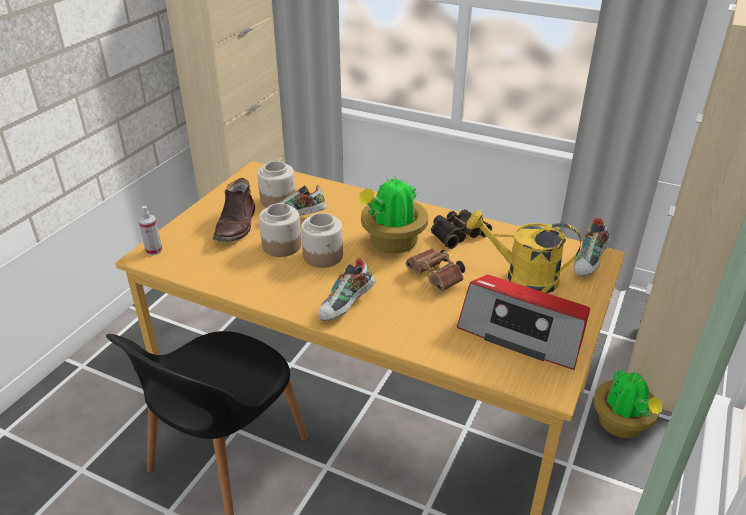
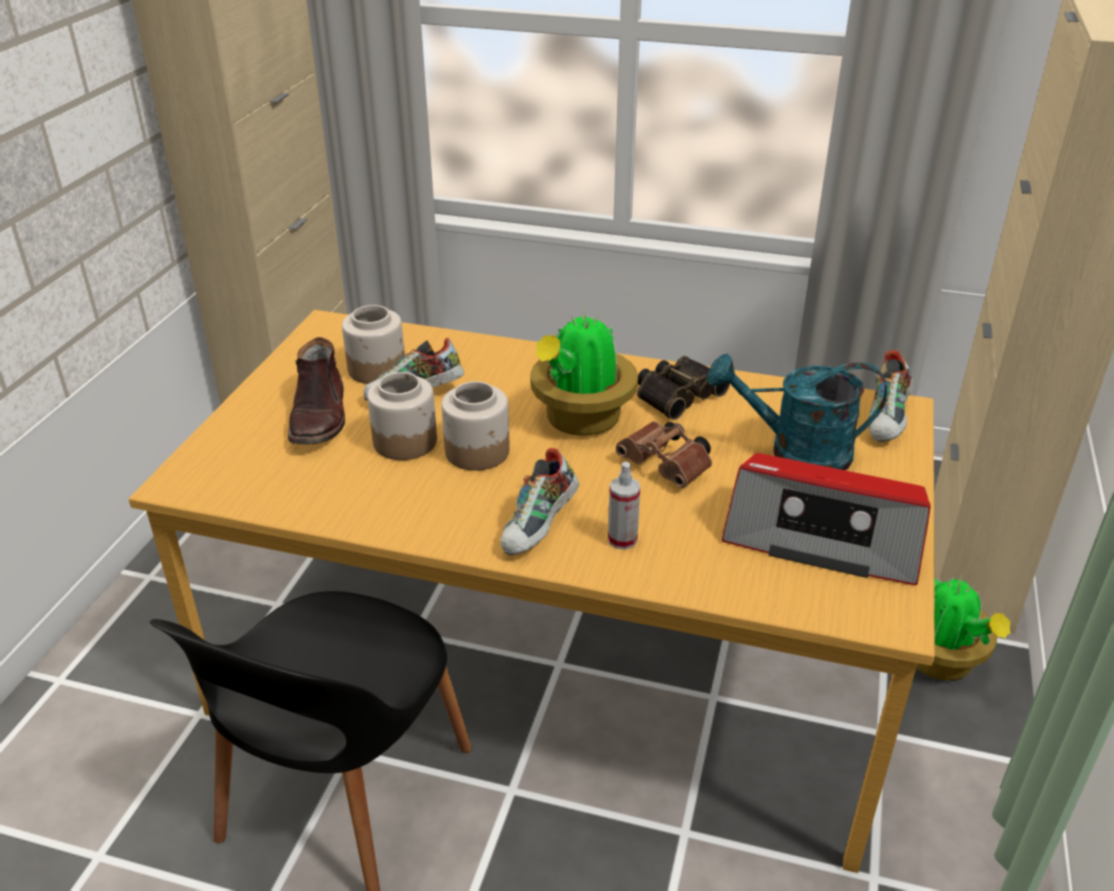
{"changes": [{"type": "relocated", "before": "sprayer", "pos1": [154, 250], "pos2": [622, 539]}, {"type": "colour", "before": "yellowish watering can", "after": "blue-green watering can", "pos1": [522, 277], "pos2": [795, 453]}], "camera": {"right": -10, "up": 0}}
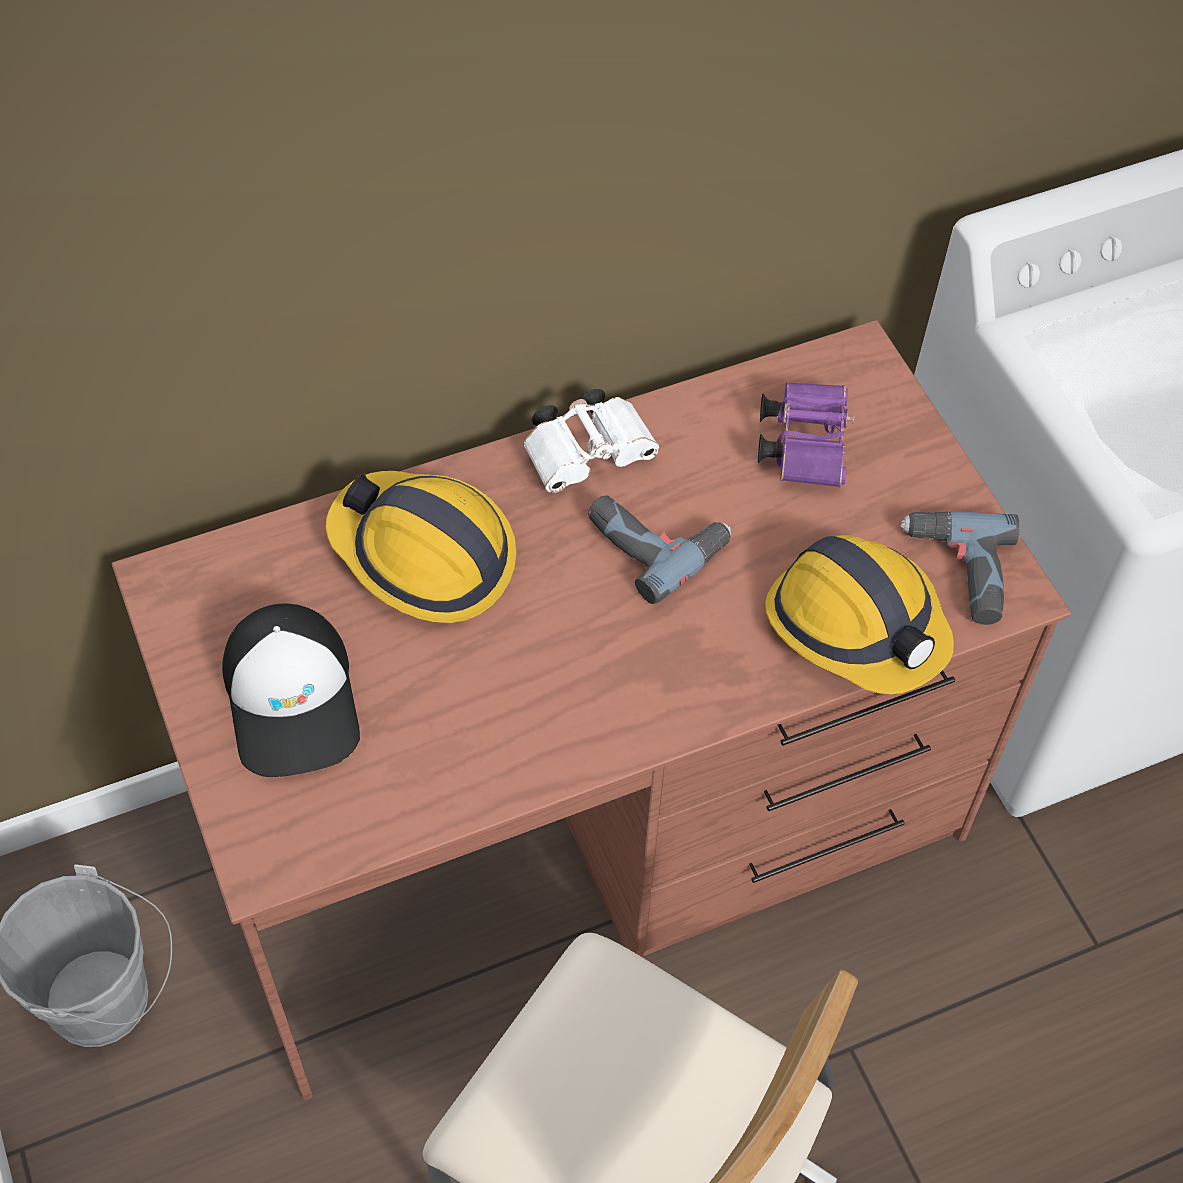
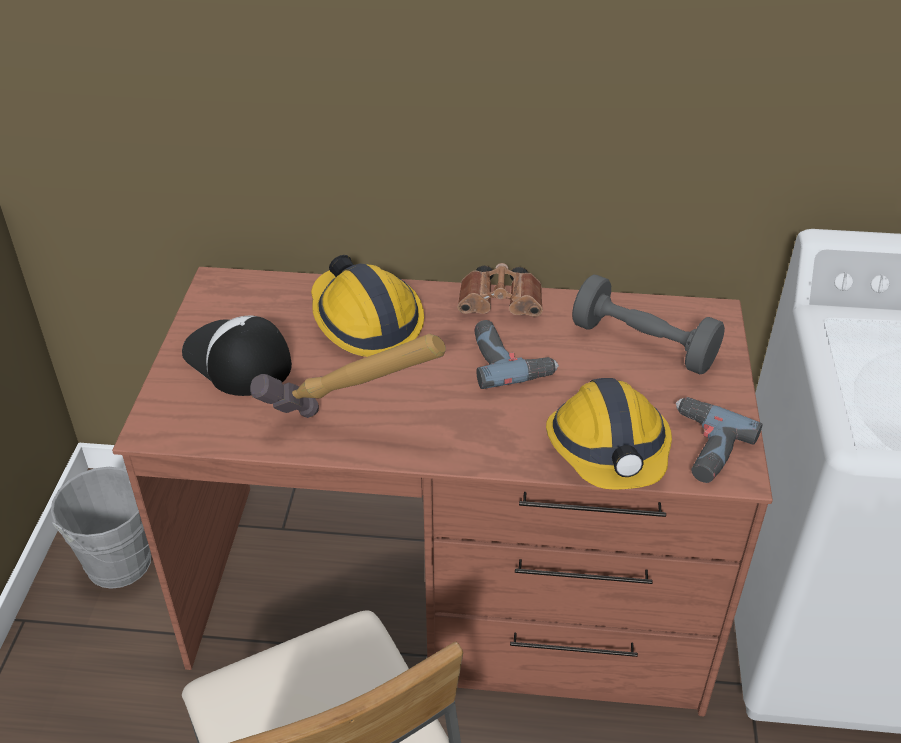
{"changes": [{"type": "appeared", "after": "hand hammer", "pos2": [350, 436]}, {"type": "exchanged", "before": "purple-coloured pair of binoculars", "after": "grey hand weight", "pos1": [804, 443], "pos2": [643, 344]}, {"type": "colour", "before": "white-coloured pair of binoculars", "after": "brownish pair of binoculars", "pos1": [591, 454], "pos2": [502, 306]}, {"type": "spun", "before": "peaked cap", "pos1": [293, 699], "pos2": [237, 359], "turn": 120}], "camera": {"right": 30, "up": -15}}
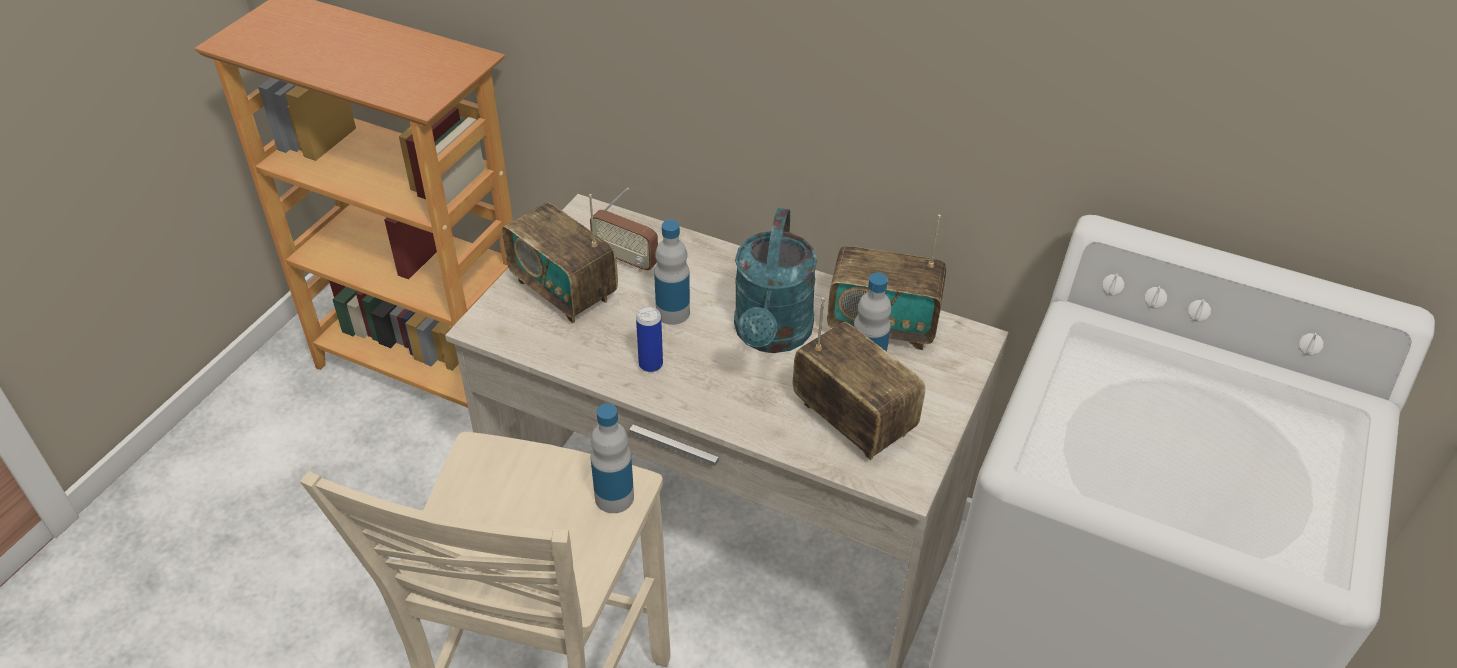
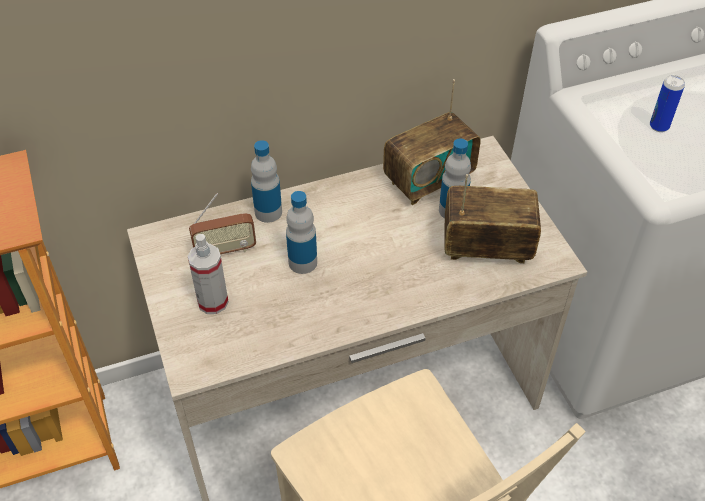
{"changes": [{"type": "missing", "before": "blue-green watering can", "pos1": [771, 336]}, {"type": "relocated", "before": "beverage bottle", "pos1": [614, 497], "pos2": [268, 212]}, {"type": "relocated", "before": "metal can", "pos1": [650, 365], "pos2": [659, 126]}, {"type": "exchanged", "before": "radio receiver", "after": "sprayer", "pos1": [564, 290], "pos2": [213, 302]}], "camera": {"right": -45, "up": 5}}
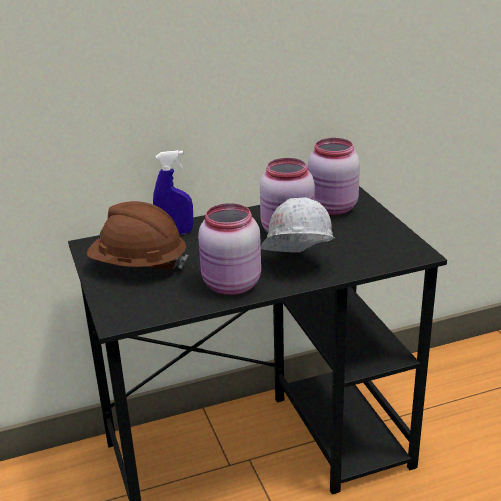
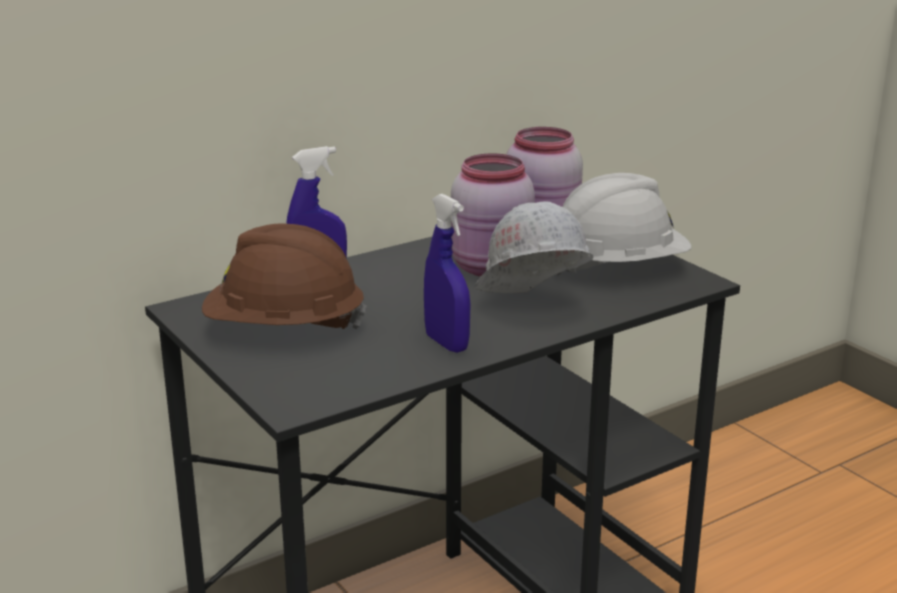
{"changes": [{"type": "appeared", "after": "white-coloured work helmet", "pos2": [617, 268]}, {"type": "exchanged", "before": "pink-coloured jar", "after": "bluish sprayer", "pos1": [231, 285], "pos2": [446, 343]}], "camera": {"right": -15, "up": -5}}
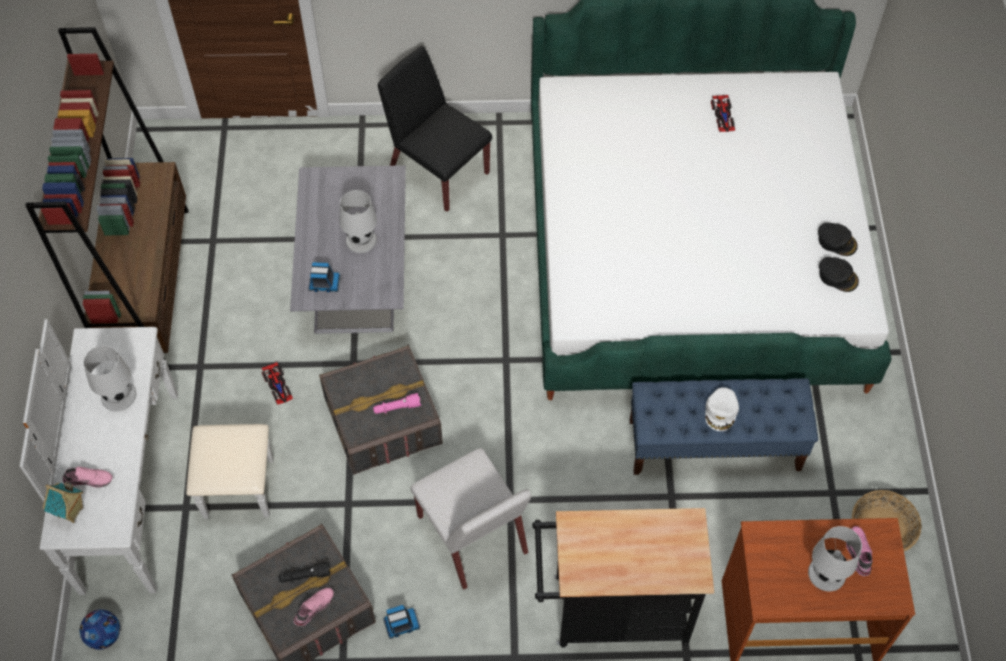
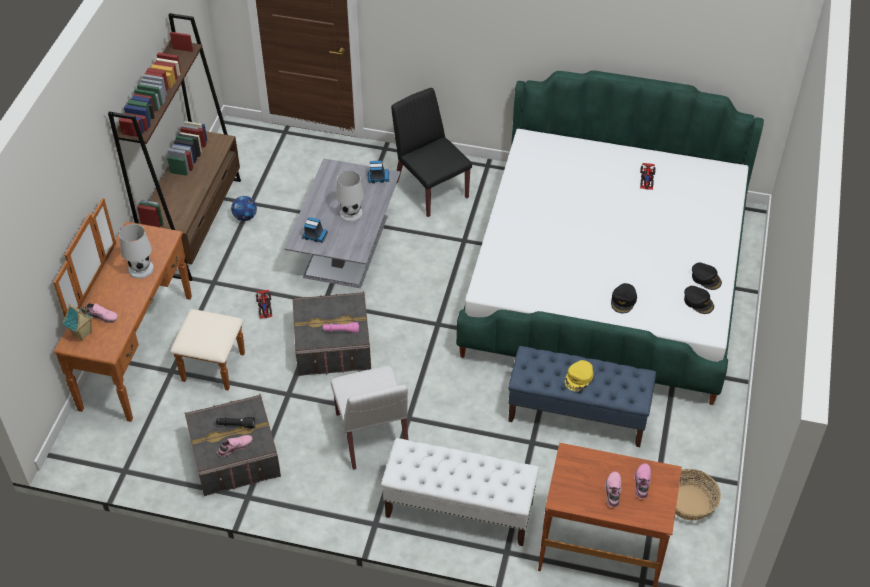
{"changes": [{"type": "appeared", "after": "black-coloured peaked cap", "pos2": [623, 300]}, {"type": "relocated", "before": "ball for football", "pos1": [104, 636], "pos2": [245, 217]}, {"type": "relocated", "before": "toy truck", "pos1": [401, 624], "pos2": [378, 178]}, {"type": "exchanged", "before": "black-coloured trolley", "after": "white-coloured long seat", "pos1": [611, 611], "pos2": [458, 509]}, {"type": "exchanged", "before": "white-coloured lamp for a table", "after": "pink-coloured low shoe", "pos1": [826, 573], "pos2": [612, 491]}, {"type": "colour", "before": "white-coloured drawer chest", "after": "brownish drawer chest", "pos1": [156, 488], "pos2": [155, 354]}, {"type": "colour", "before": "white-coloured peaked cap", "after": "yellowish peaked cap", "pos1": [721, 411], "pos2": [579, 378]}], "camera": {"right": 15, "up": -10}}
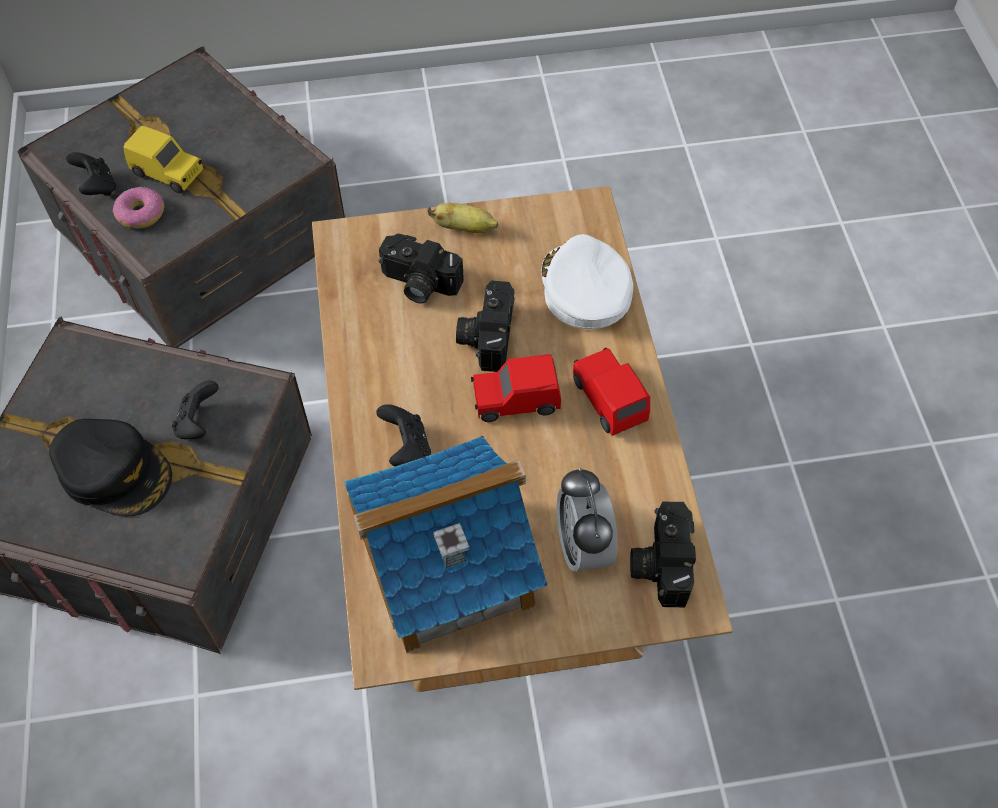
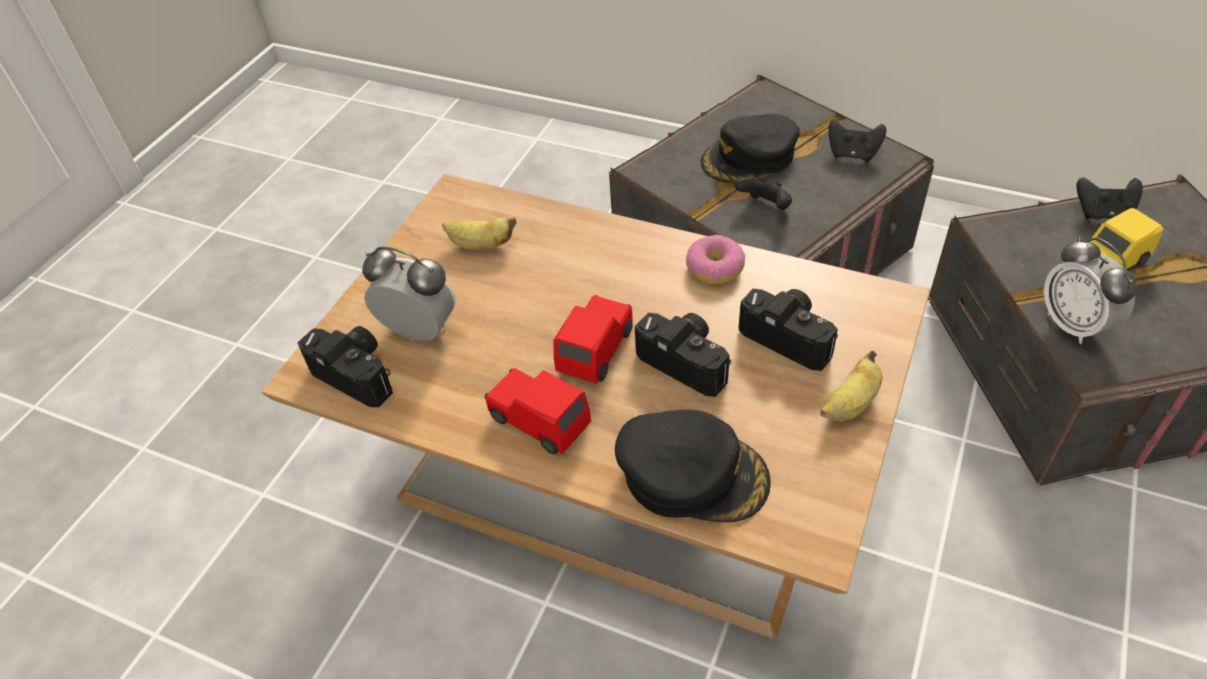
{"changes": [{"type": "appeared", "after": "bedside clock", "pos2": [1074, 325]}, {"type": "relocated", "before": "donut", "pos1": [141, 214], "pos2": [714, 267]}, {"type": "relocated", "before": "black-coloured joypad", "pos1": [406, 448], "pos2": [852, 154]}, {"type": "exchanged", "before": "model house", "after": "whole banana", "pos1": [446, 569], "pos2": [481, 245]}, {"type": "colour", "before": "white-coloured peaked cap", "after": "black-coloured peaked cap", "pos1": [584, 288], "pos2": [692, 473]}, {"type": "spun", "before": "photo camera", "pos1": [418, 284], "pos2": [791, 336], "turn": 75}, {"type": "spun", "before": "red toy car", "pos1": [608, 400], "pos2": [539, 421], "turn": -150}], "camera": {"right": 125, "up": -10}}
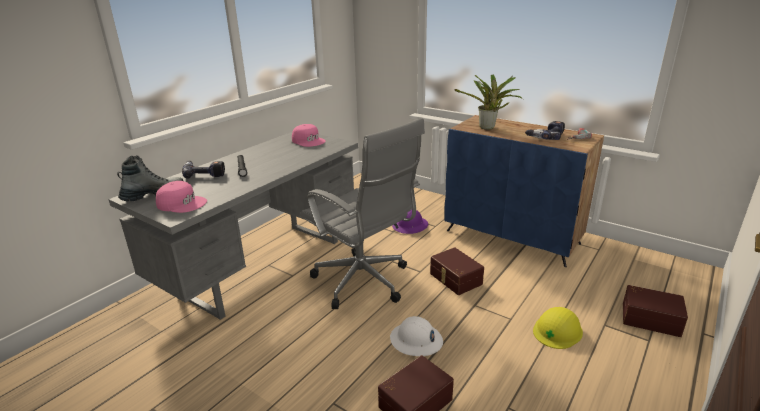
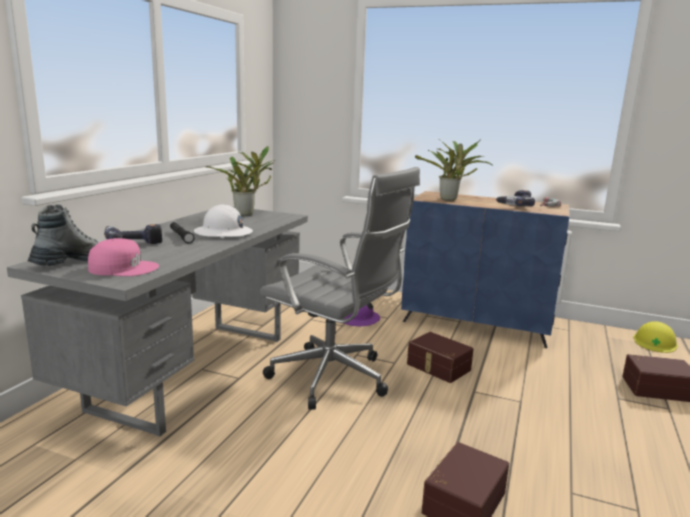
{"changes": [{"type": "relocated", "before": "white-coloured work helmet", "pos1": [416, 340], "pos2": [223, 233]}, {"type": "relocated", "before": "yellowish work helmet", "pos1": [557, 330], "pos2": [655, 342]}, {"type": "exchanged", "before": "pink-coloured peaked cap", "after": "potted plant", "pos1": [309, 141], "pos2": [247, 214]}], "camera": {"right": -15, "up": -10}}
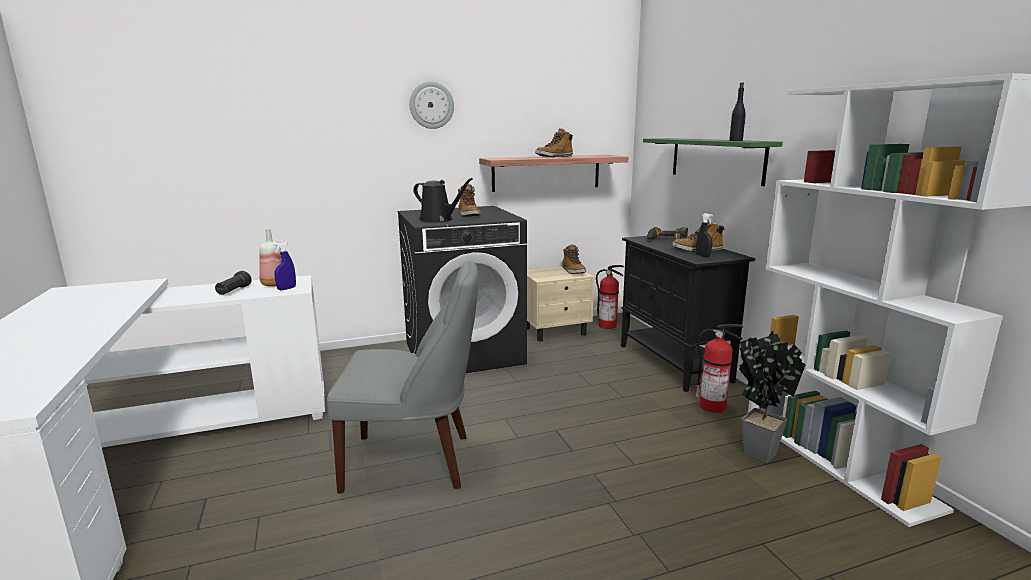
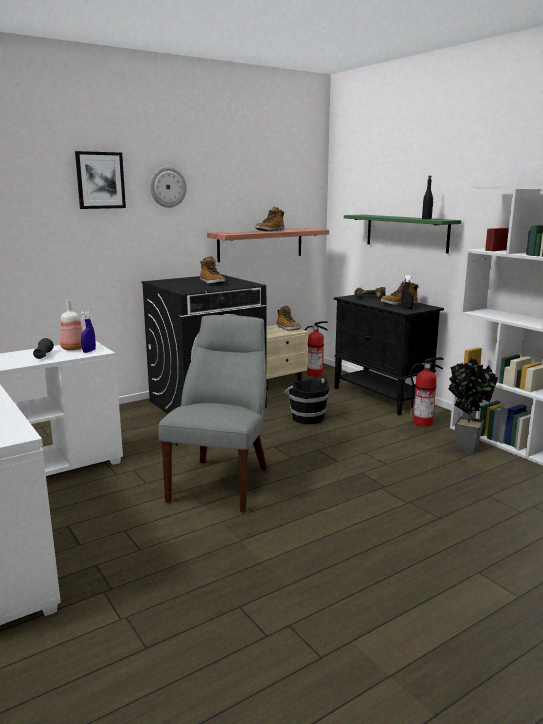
{"changes": [{"type": "missing", "before": "black-coloured watering can", "pos1": [438, 220]}, {"type": "appeared", "after": "picture", "pos2": [100, 180]}, {"type": "appeared", "after": "black-coloured bucket", "pos2": [306, 418]}, {"type": "spun", "before": "grey upright chair", "pos1": [414, 462], "pos2": [222, 482], "turn": -60}], "camera": {"right": -15, "up": 0}}
